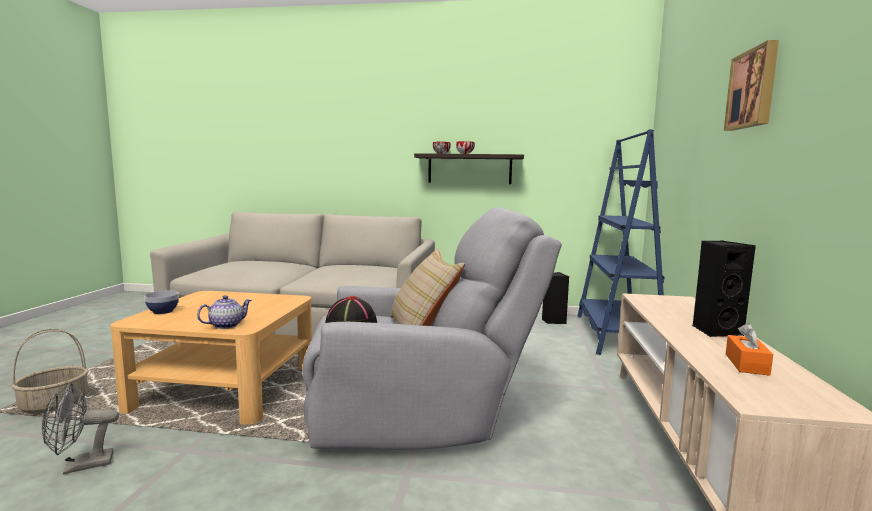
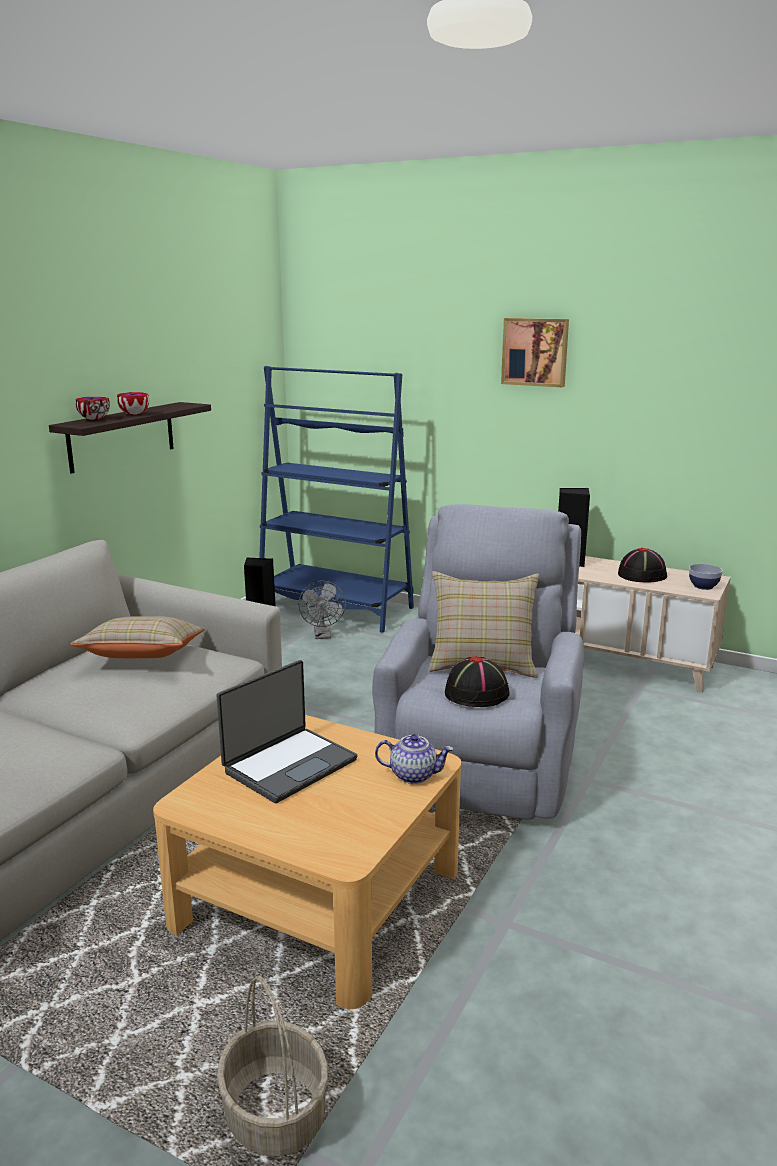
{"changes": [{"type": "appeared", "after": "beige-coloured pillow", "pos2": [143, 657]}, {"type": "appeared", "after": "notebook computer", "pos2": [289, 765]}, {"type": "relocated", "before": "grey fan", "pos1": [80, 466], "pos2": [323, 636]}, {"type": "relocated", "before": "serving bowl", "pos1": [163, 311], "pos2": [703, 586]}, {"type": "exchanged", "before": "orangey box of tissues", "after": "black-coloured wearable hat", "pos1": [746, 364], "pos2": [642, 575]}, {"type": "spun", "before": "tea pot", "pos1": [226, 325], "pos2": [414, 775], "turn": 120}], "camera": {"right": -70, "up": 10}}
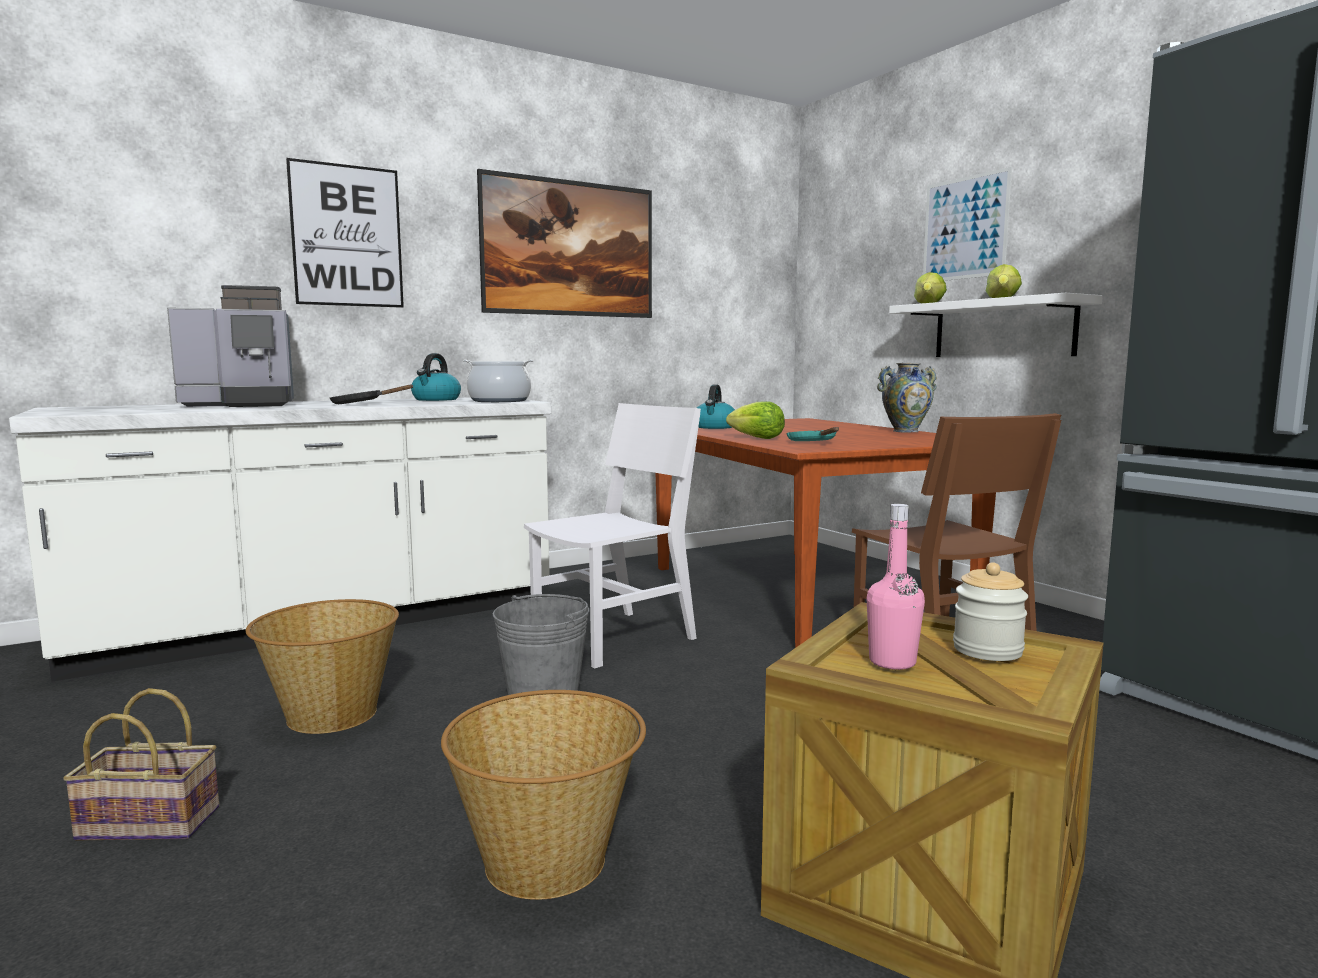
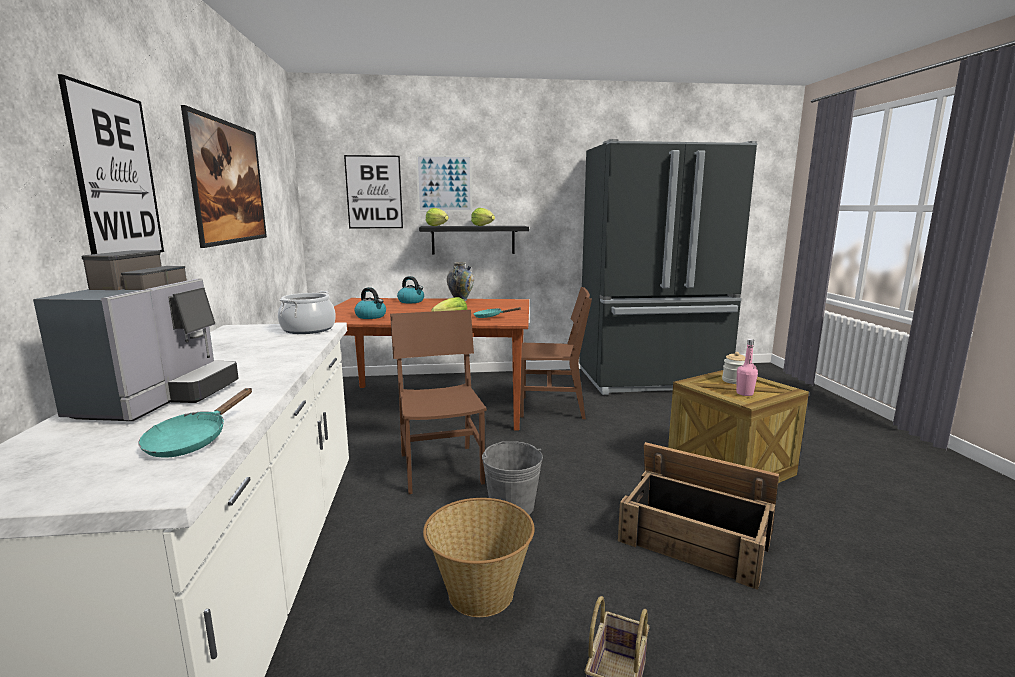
{"changes": [{"type": "missing", "before": "black-coloured frying pan", "pos1": [361, 404]}, {"type": "appeared", "after": "blue-green frying pan", "pos2": [193, 441]}, {"type": "appeared", "after": "picture", "pos2": [374, 192]}, {"type": "relocated", "before": "kettle", "pos1": [436, 399], "pos2": [411, 301]}, {"type": "exchanged", "before": "storage basket", "after": "shipping crate", "pos1": [548, 861], "pos2": [696, 536]}, {"type": "colour", "before": "white-coloured upright chair", "after": "brownish upright chair", "pos1": [614, 638], "pos2": [441, 468]}, {"type": "colour", "before": "white-coloured shelf", "after": "black-coloured shelf", "pos1": [1002, 329], "pos2": [473, 240]}], "camera": {"right": -65, "up": 5}}
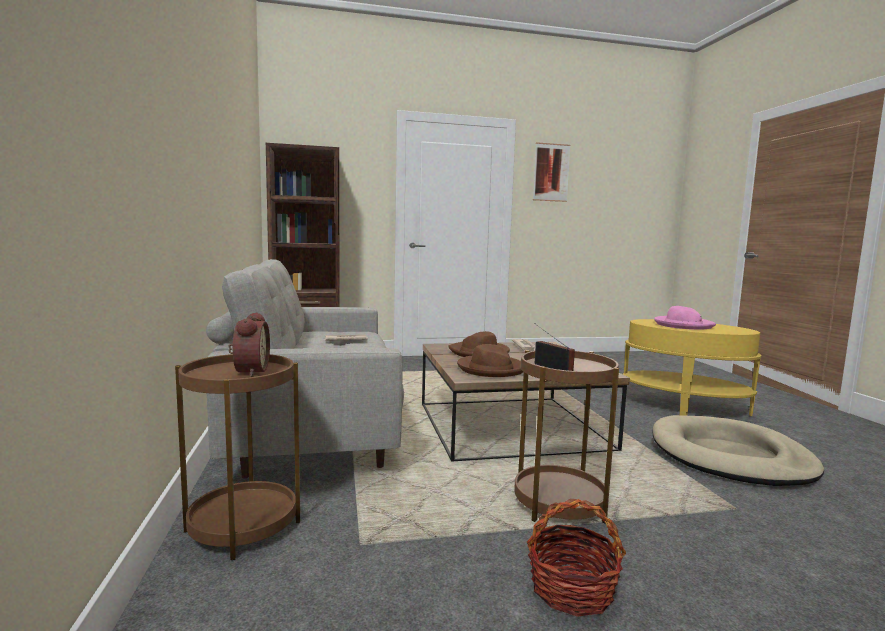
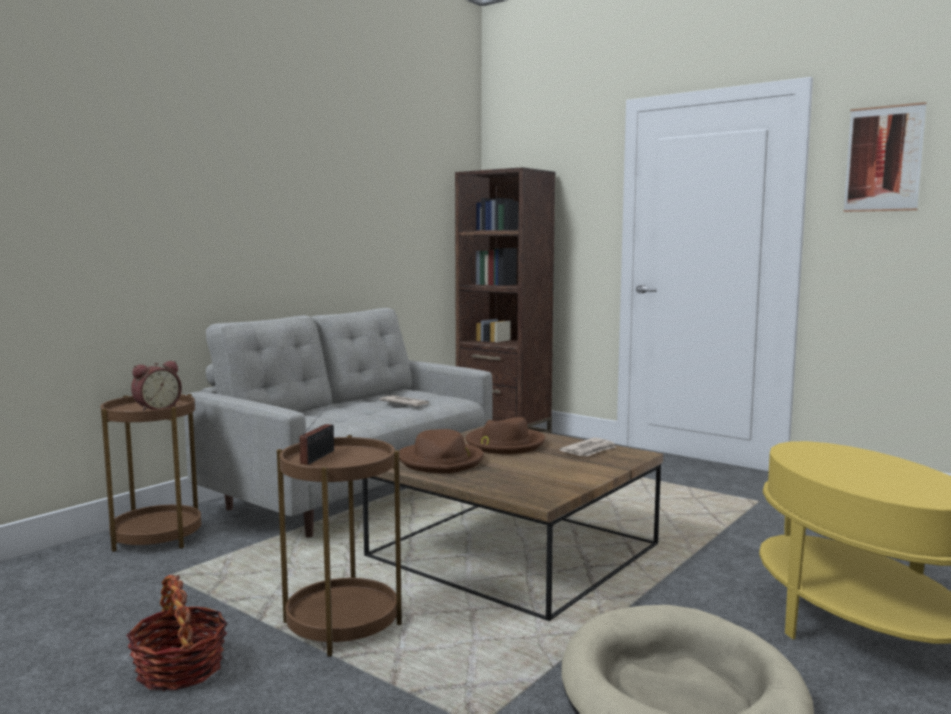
{"changes": [{"type": "missing", "before": "pink-coloured wearable hat", "pos1": [682, 325]}], "camera": {"right": 50, "up": 0}}
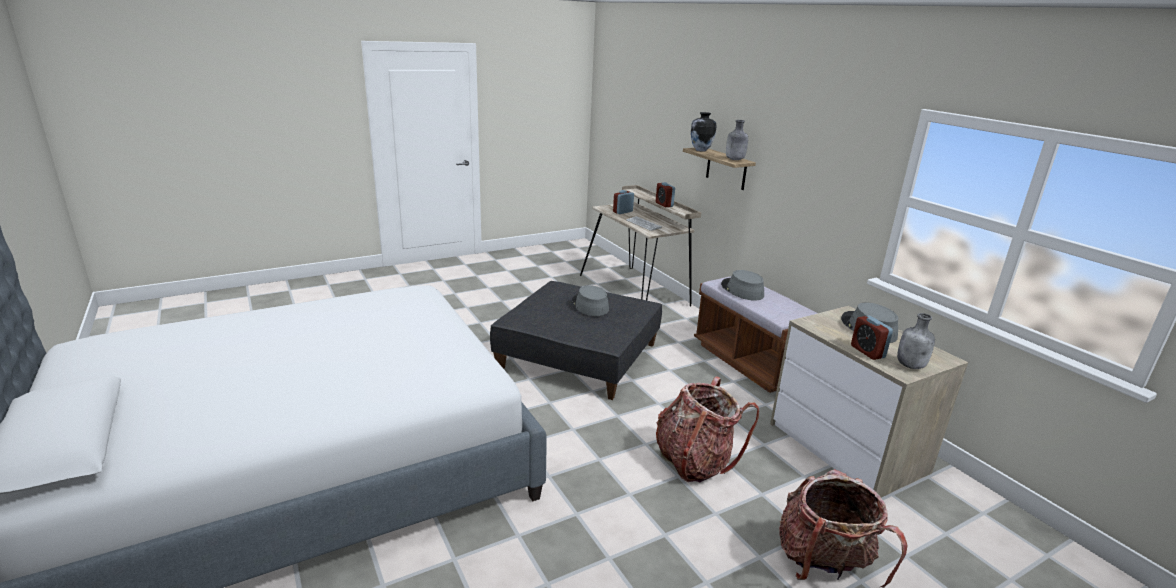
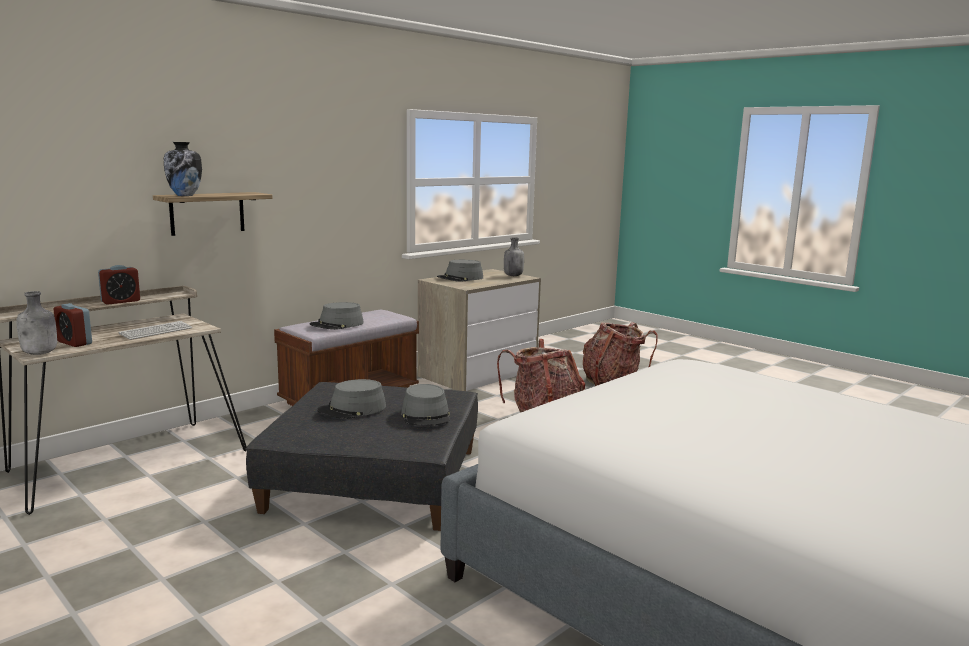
{"changes": [{"type": "missing", "before": "bedside clock", "pos1": [867, 352]}, {"type": "appeared", "after": "grey wearable hat", "pos2": [426, 416]}, {"type": "relocated", "before": "grey beverage bottle", "pos1": [734, 159], "pos2": [40, 353]}], "camera": {"right": -105, "up": -10}}
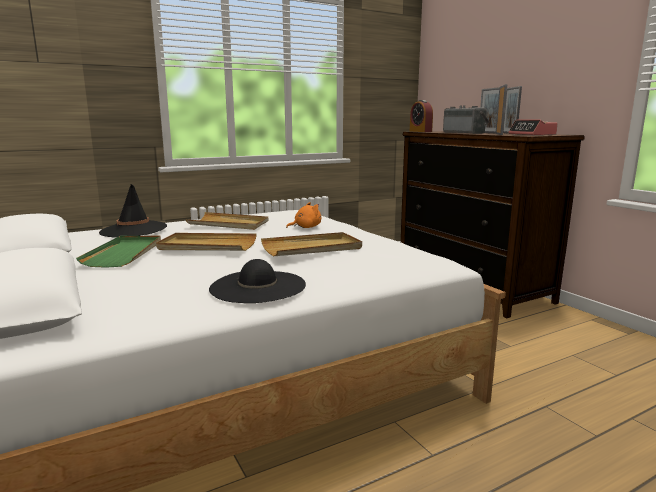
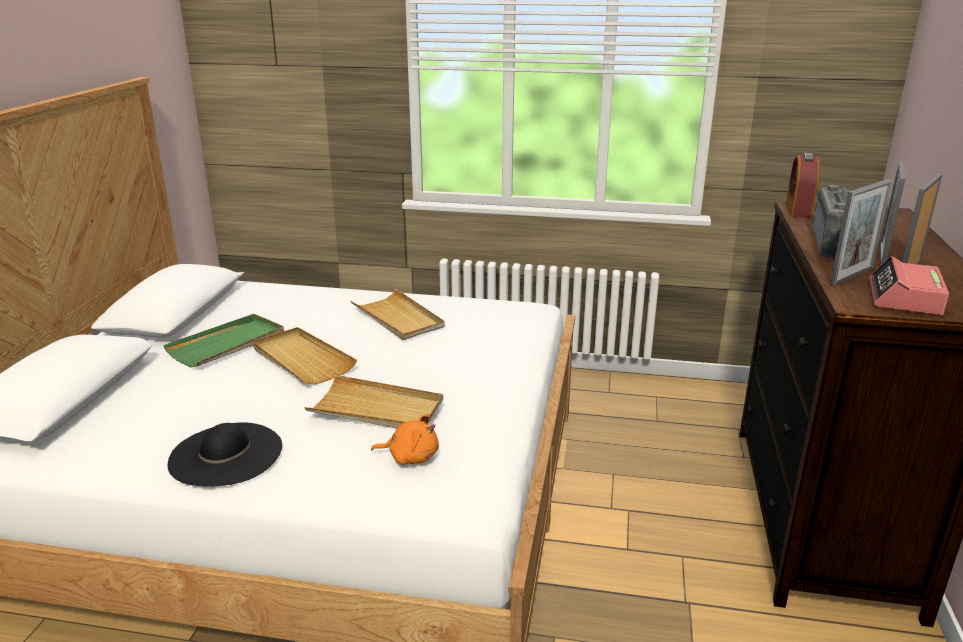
{"changes": [{"type": "missing", "before": "black-coloured wearable hat", "pos1": [134, 230]}, {"type": "relocated", "before": "orangey plush toy", "pos1": [306, 227], "pos2": [410, 457]}], "camera": {"right": 40, "up": 10}}
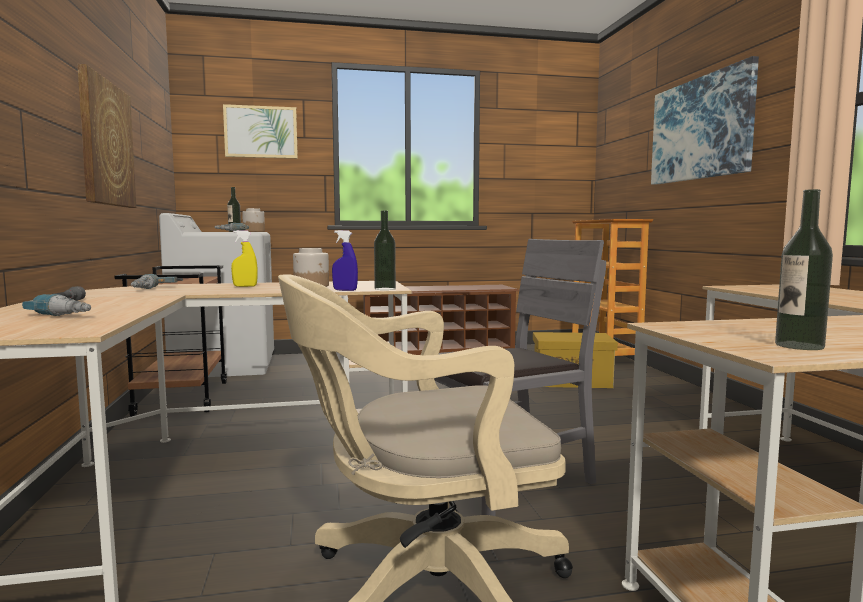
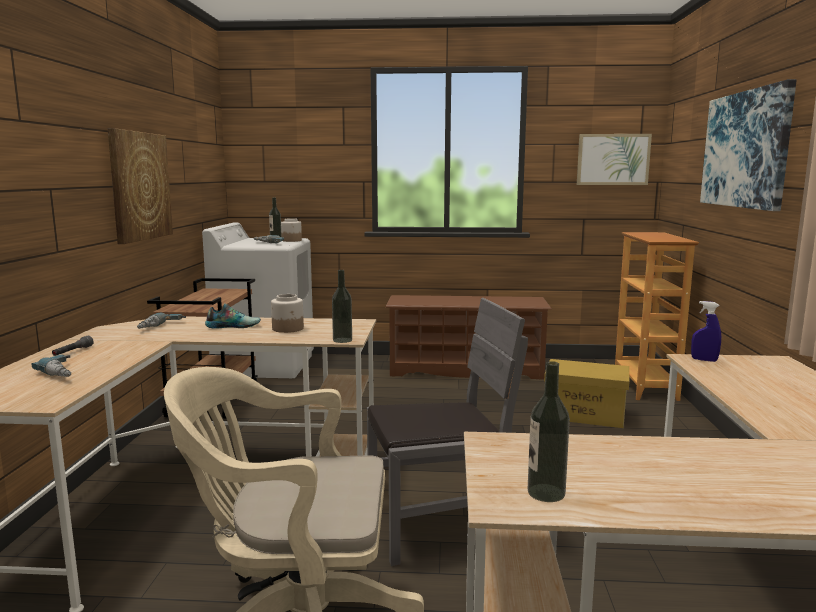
{"changes": [{"type": "relocated", "before": "picture", "pos1": [261, 132], "pos2": [613, 159]}, {"type": "relocated", "before": "bluish sprayer", "pos1": [345, 290], "pos2": [704, 360]}, {"type": "exchanged", "before": "yellowish sprayer", "after": "low shoe", "pos1": [245, 286], "pos2": [233, 326]}], "camera": {"right": 15, "up": 5}}
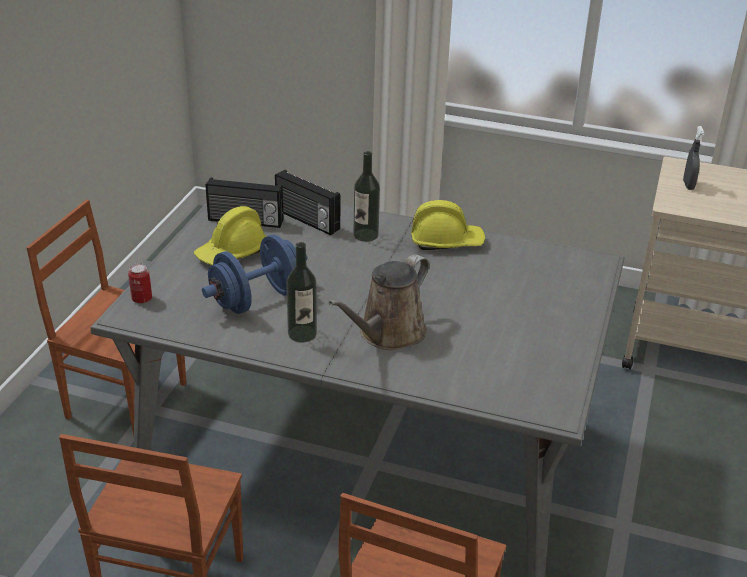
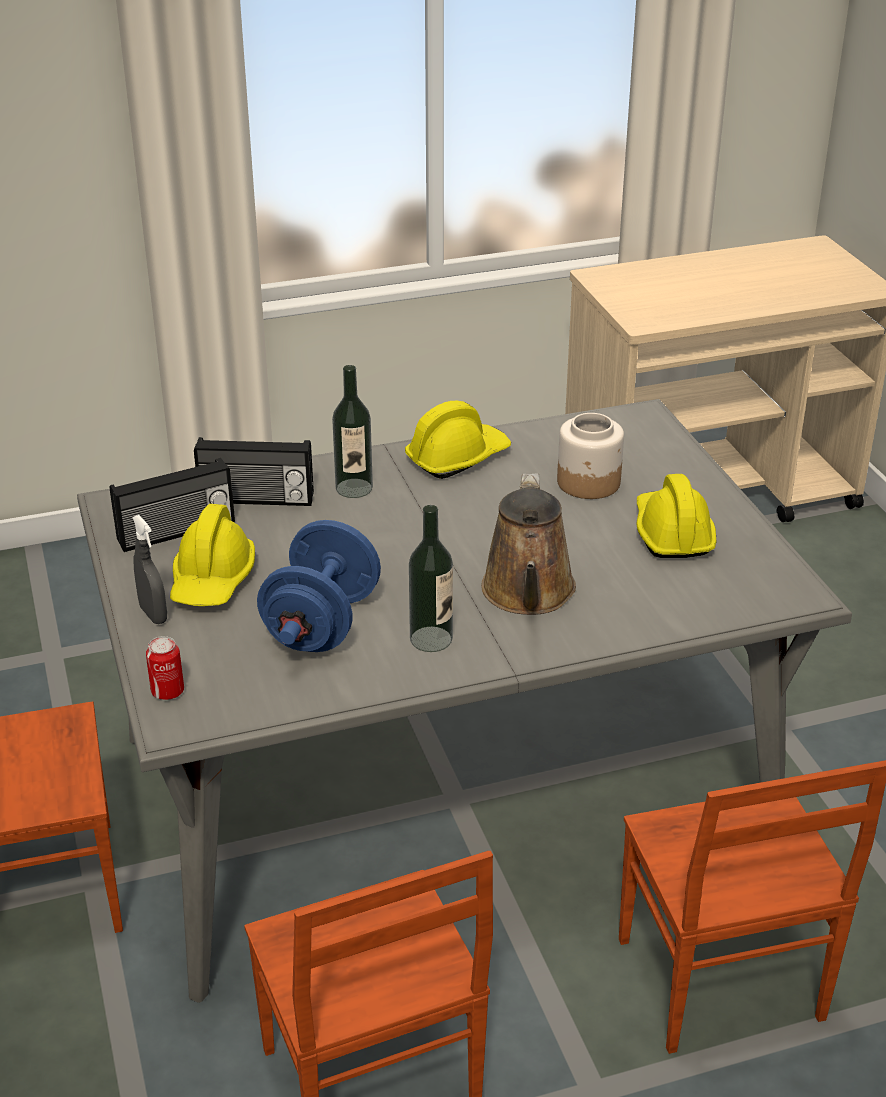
{"changes": [{"type": "appeared", "after": "jar", "pos2": [589, 483]}, {"type": "appeared", "after": "yellowish work helmet", "pos2": [671, 533]}, {"type": "relocated", "before": "grey sprayer", "pos1": [688, 185], "pos2": [153, 614]}], "camera": {"right": -35, "up": 0}}
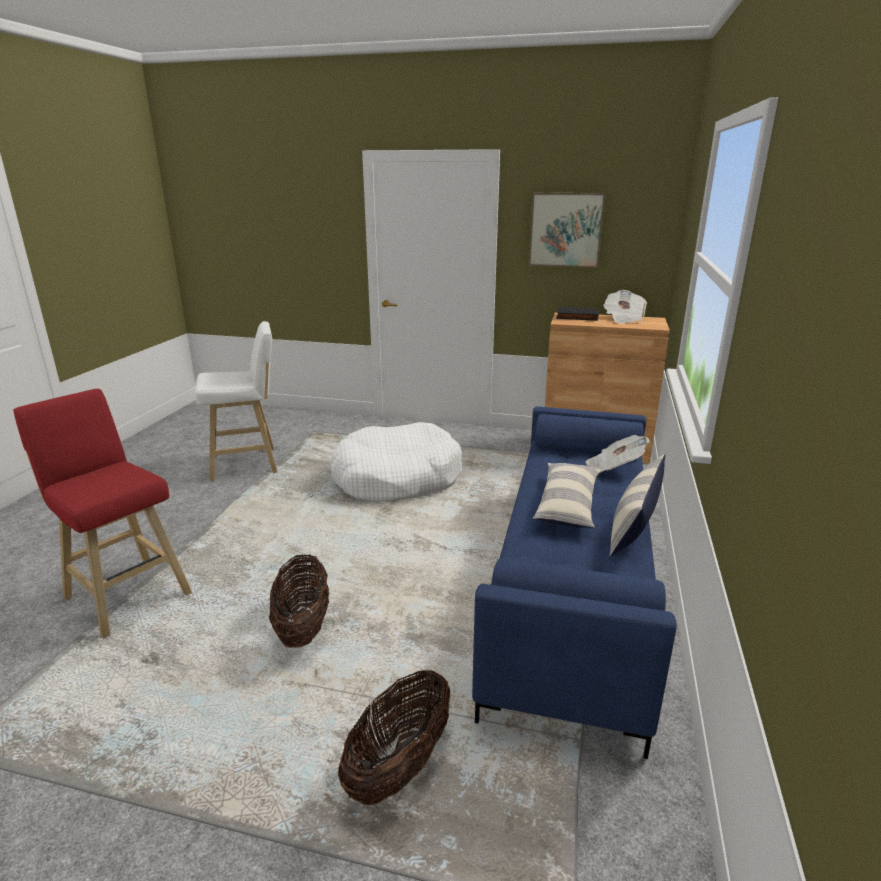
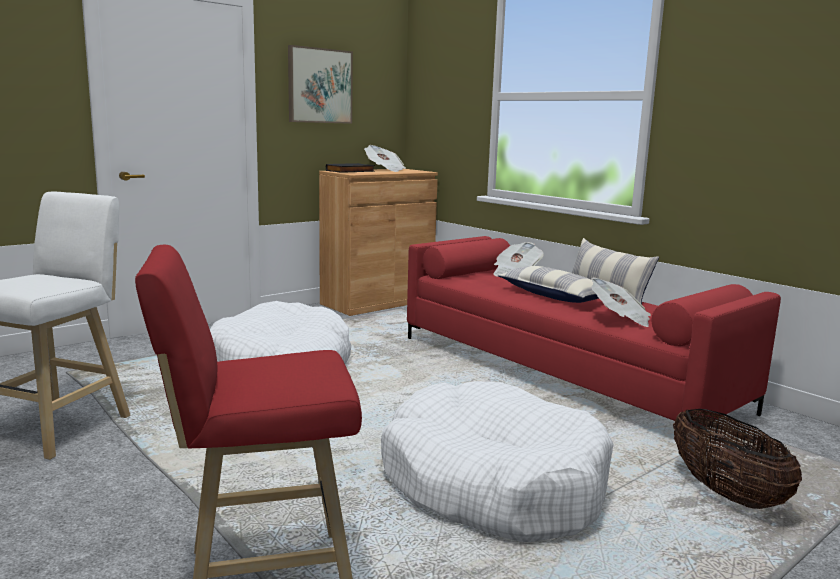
{"changes": [{"type": "appeared", "after": "daily paper", "pos2": [620, 319]}, {"type": "exchanged", "before": "storage basket", "after": "white-coloured dog bed", "pos1": [303, 627], "pos2": [492, 483]}, {"type": "colour", "before": "bluish couch", "after": "red couch", "pos1": [573, 587], "pos2": [563, 372]}], "camera": {"right": -55, "up": -10}}
